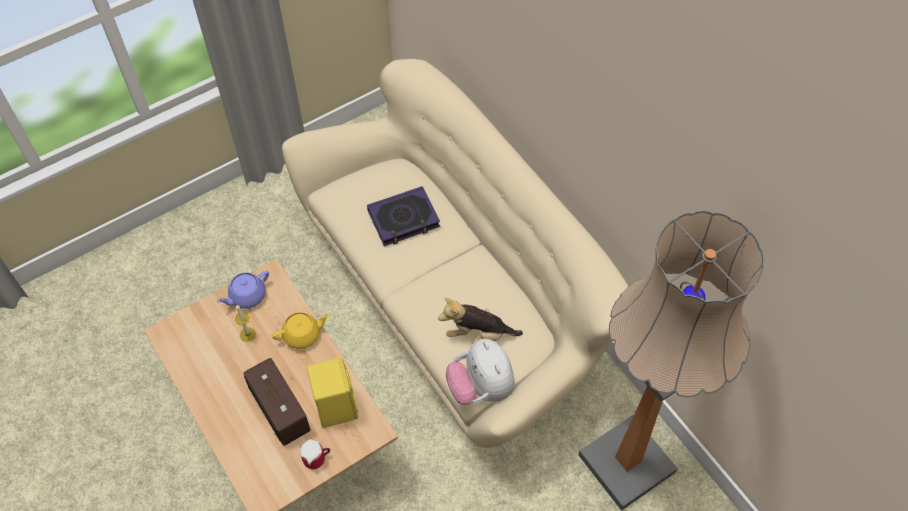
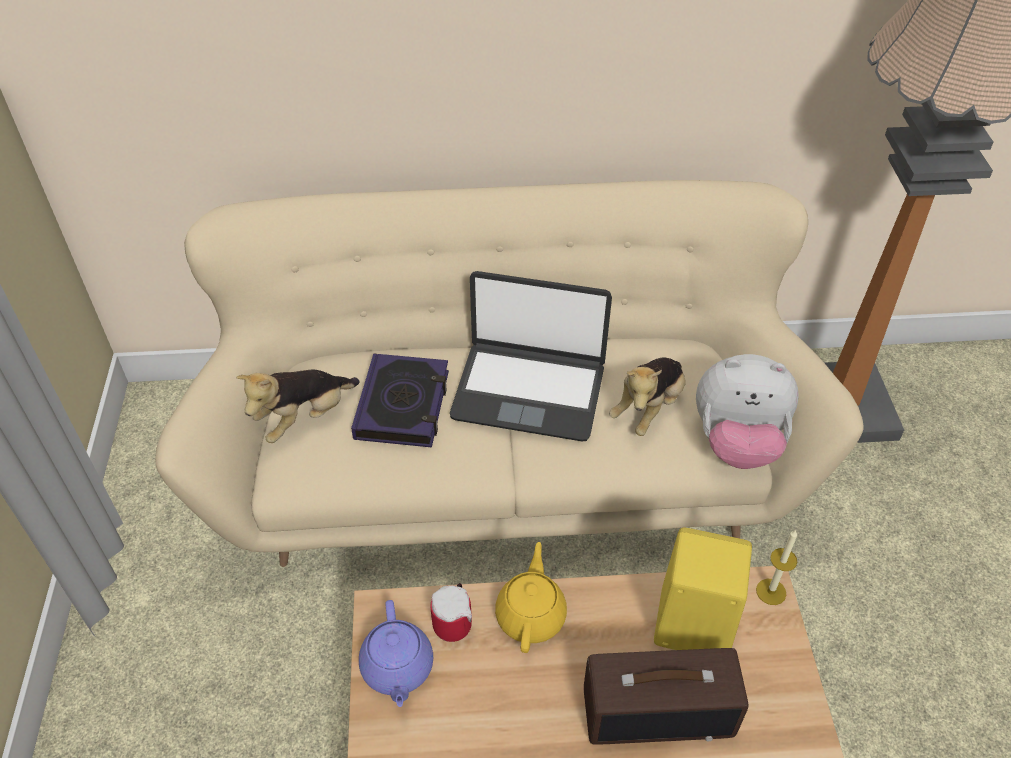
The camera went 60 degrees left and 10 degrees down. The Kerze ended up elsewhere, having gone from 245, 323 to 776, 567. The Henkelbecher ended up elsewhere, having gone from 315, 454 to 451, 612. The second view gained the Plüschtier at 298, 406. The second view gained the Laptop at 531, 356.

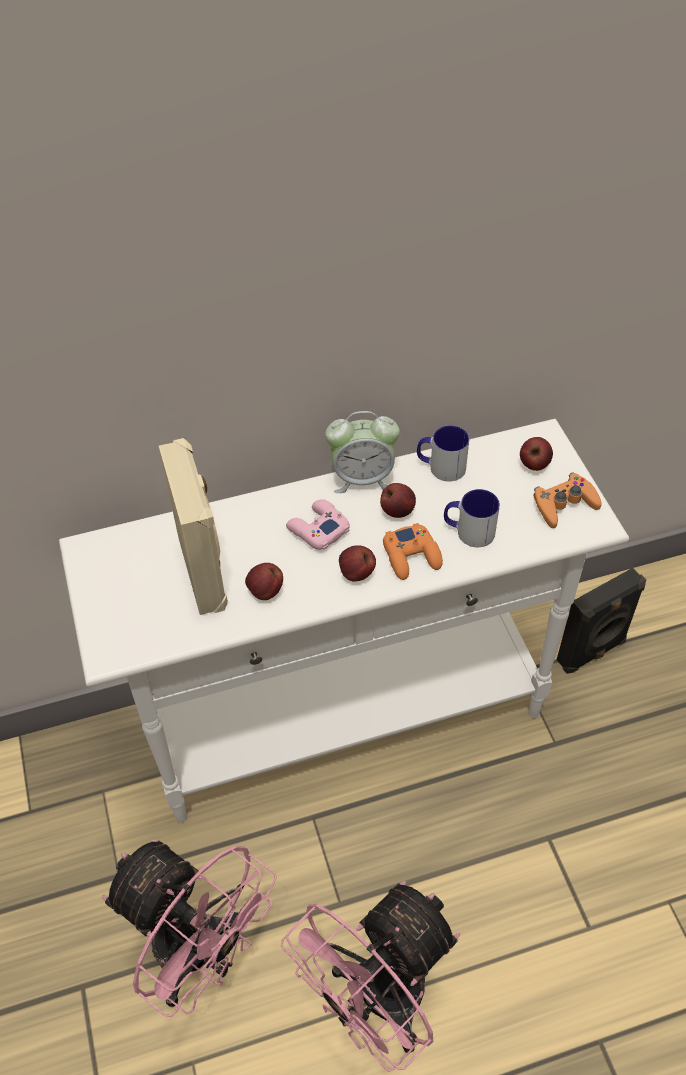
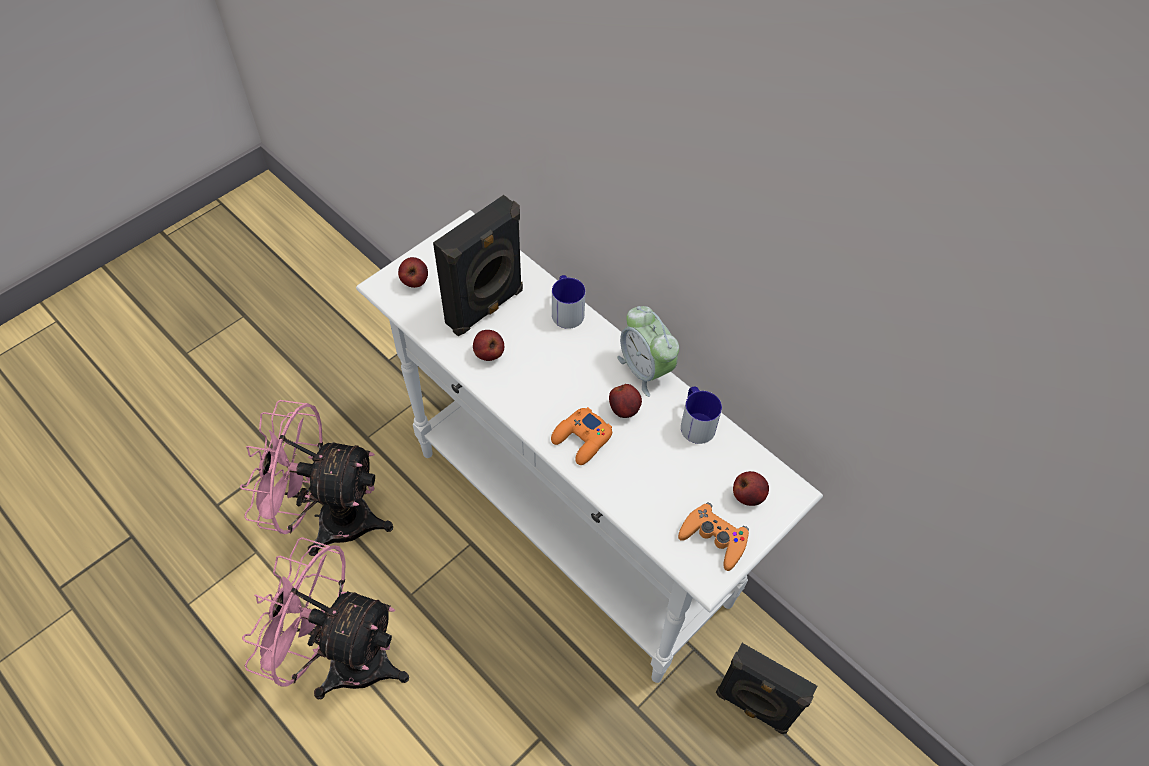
The camera went 60 degrees right and 5 degrees up. The Ventilator (rosa) at 189, 928 ended up facing another way, 90 degrees clockwise from before. What was the Lautsprecher (beige) at 193, 526 turned into the Lautsprecher (schwarz) at 478, 265. The second view lost the Gamepad (rosa) at 318, 524. The Apfel ended up elsewhere, having gone from 357, 563 to 413, 272. The Henkelbecher ended up elsewhere, having gone from 472, 518 to 569, 302.

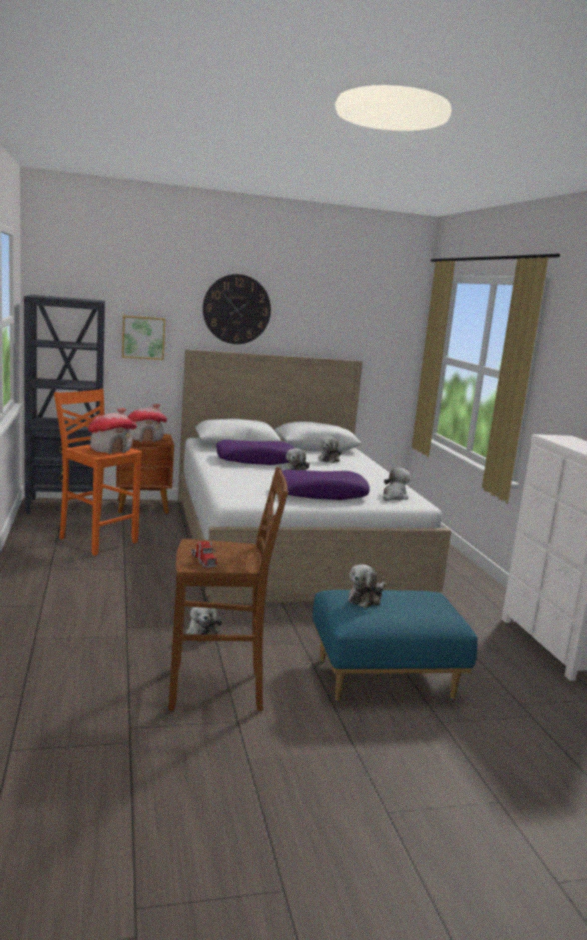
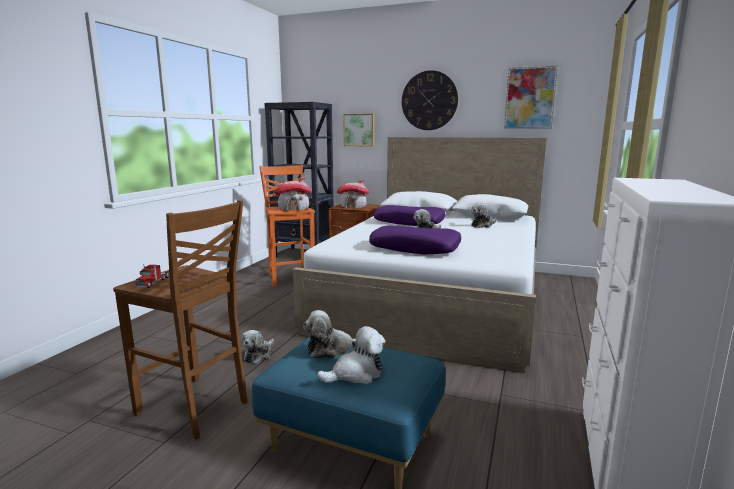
The camera went 35 degrees right and 0 degrees up. The Plüschtier ended up elsewhere, having gone from 397, 484 to 351, 355. The second view gained the Bild at 531, 96.

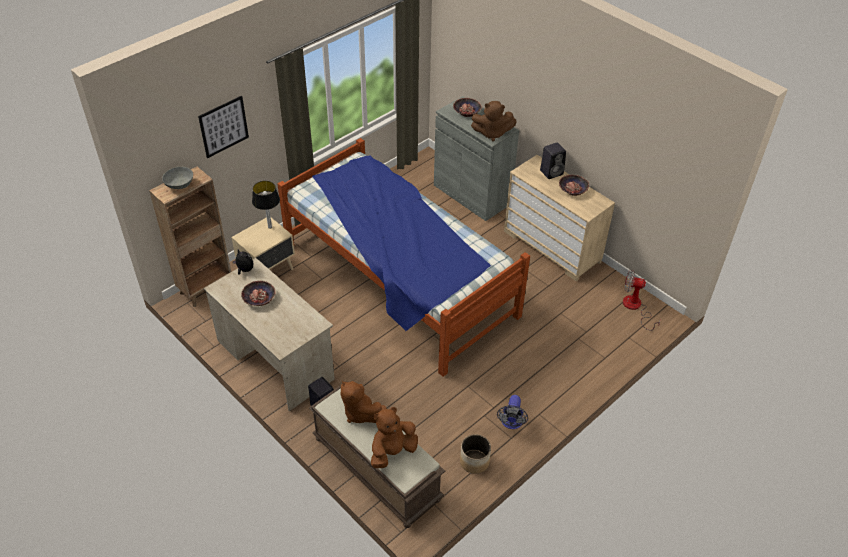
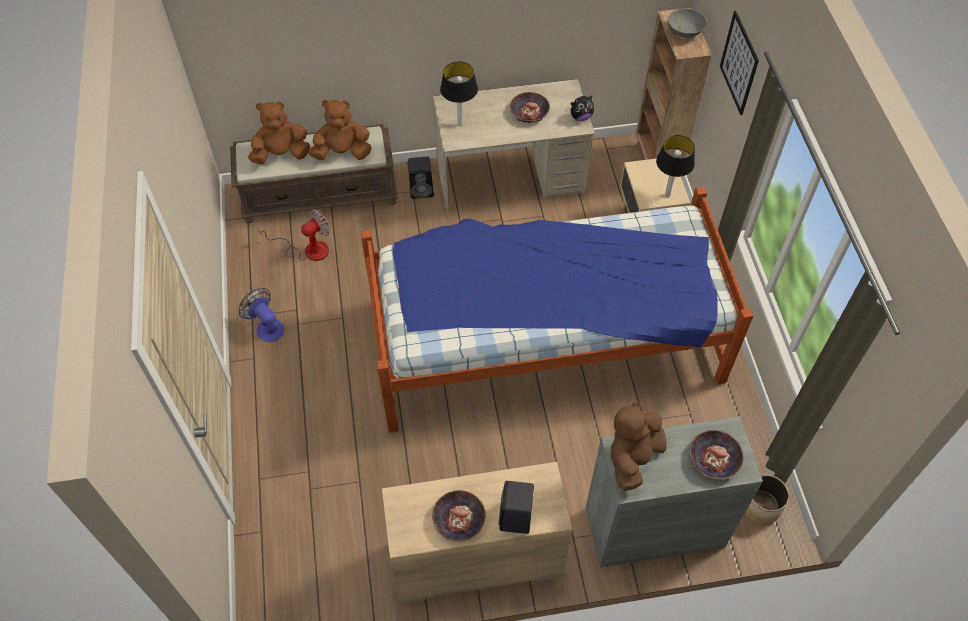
The camera went 125 degrees right and 10 degrees up. The Plüschtier (braun) at 394, 437 ended up facing another way, 105 degrees counterclockwise from before. The Pflanzkübel ended up elsewhere, having gone from 475, 454 to 767, 500. The Ventilator ended up elsewhere, having gone from 641, 300 to 293, 235. The second view gained the Tischlampe at 459, 94.

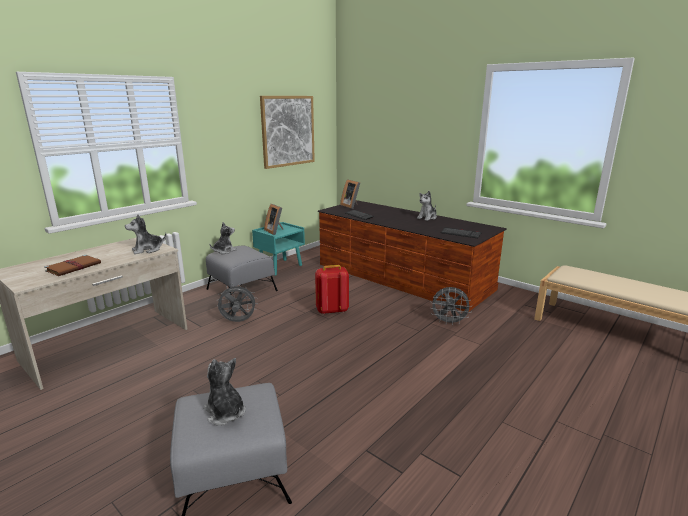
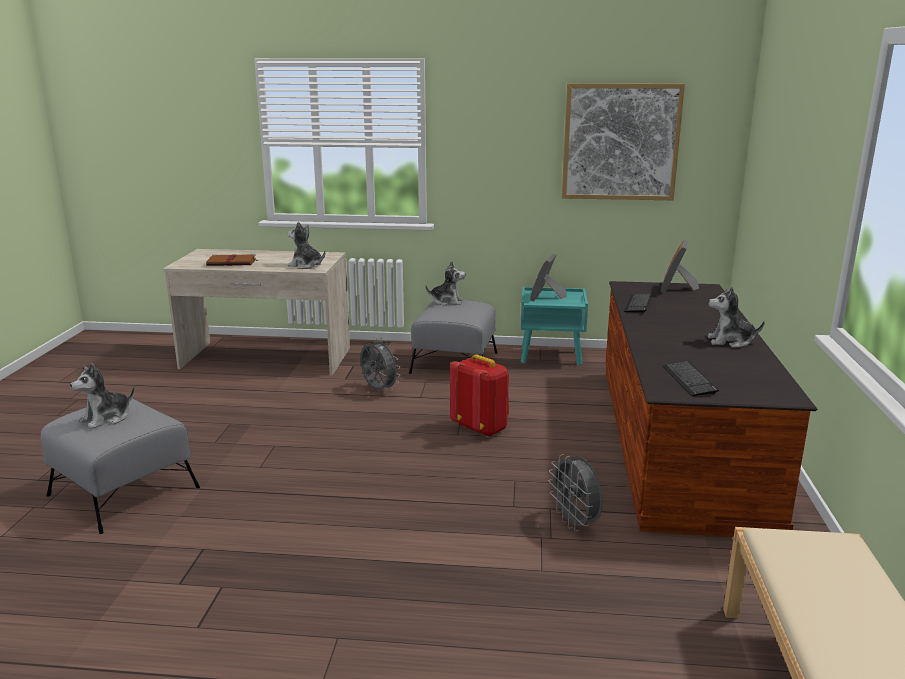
The camera went 55 degrees right and 0 degrees up. The Plüschtier at 225, 392 ended up facing another way, 150 degrees counterclockwise from before.

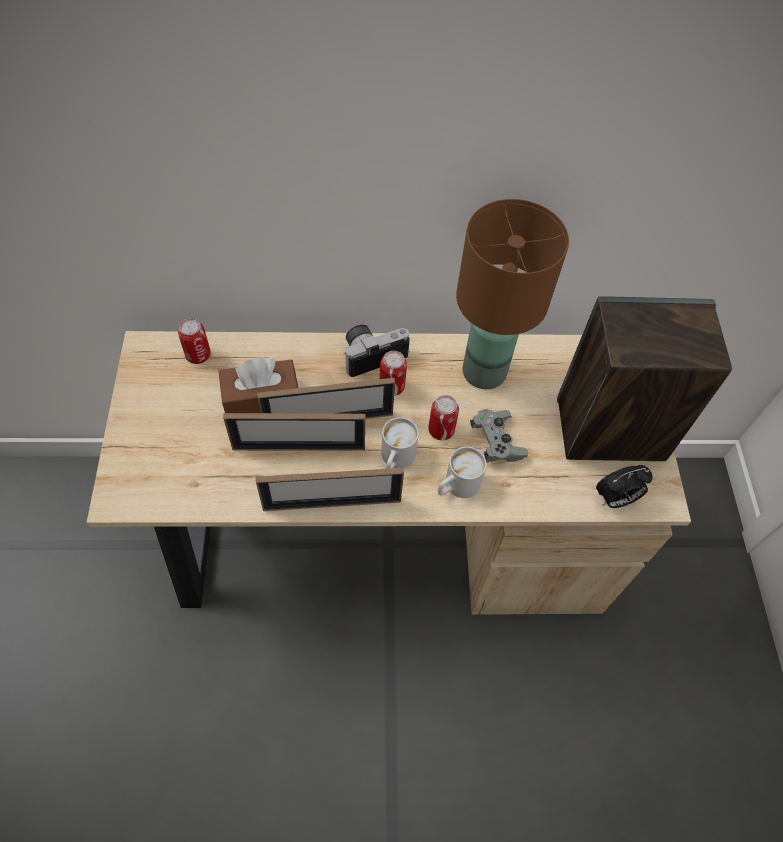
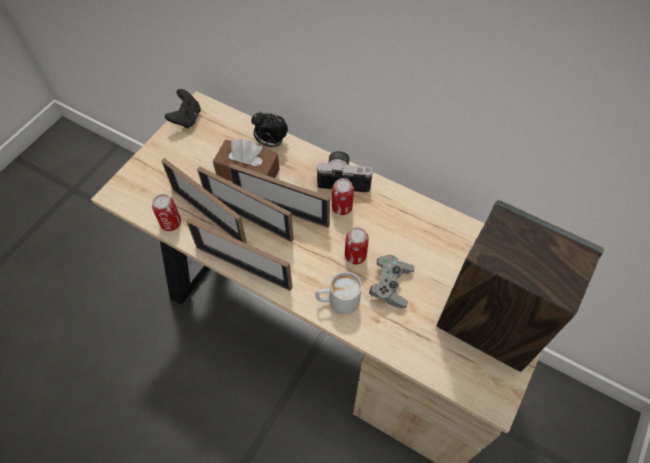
The camera went 35 degrees right and 0 degrees up. The Dose ended up elsewhere, having gone from 194, 341 to 166, 212. The second view lost the Henkelbecher (weiß) at 400, 443. The second view lost the Tischlampe (braun) at 512, 294. The Wecker ended up elsewhere, having gone from 624, 486 to 269, 129. The second view gained the Bilderrahmen at 204, 201. The second view gained the Gamepad (schwarz) at 183, 108.

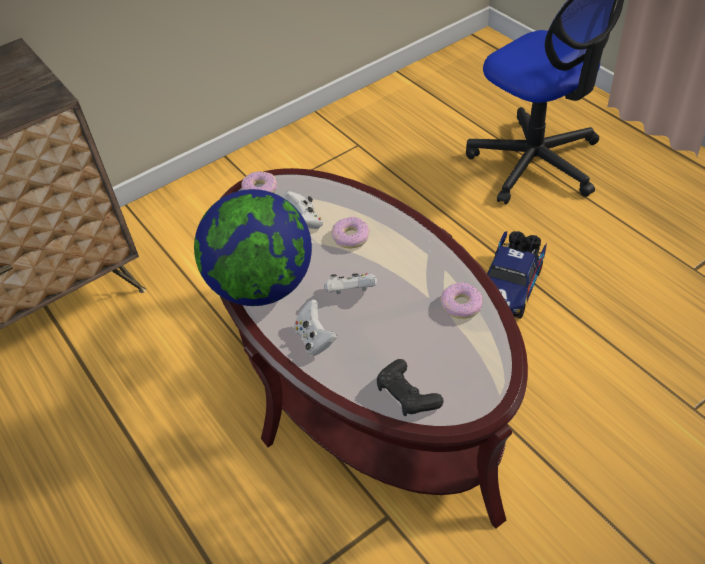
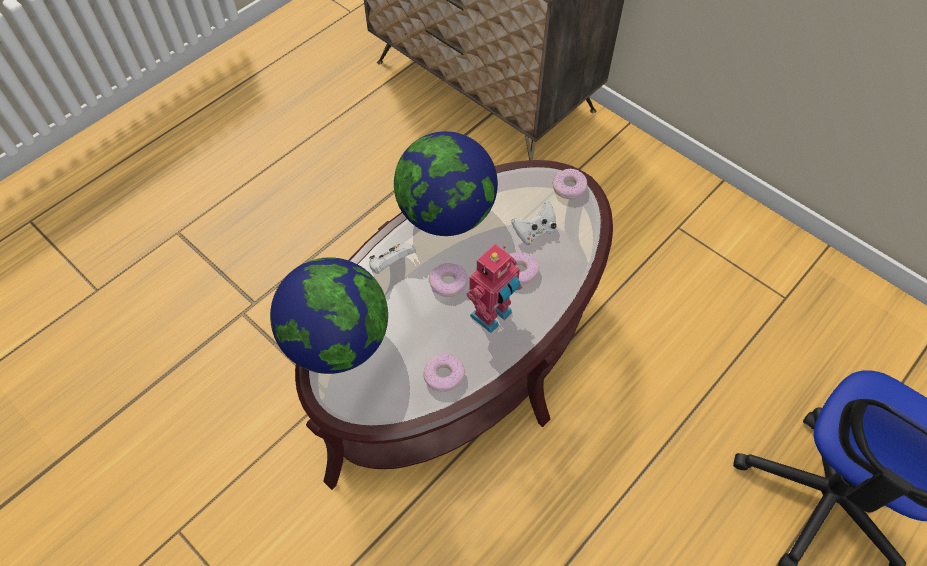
The camera went 75 degrees right and 10 degrees up. Where the Gamepad (weiß) stood at 350, 283, the Donut came to stand at 448, 280. Where the Gamepad (schwarz) stood at 410, 387, the Globus came to stand at 329, 315. The second view lost the Spielzeuglaster at 517, 275. The second view gained the Spielzeugroboter at 494, 288.

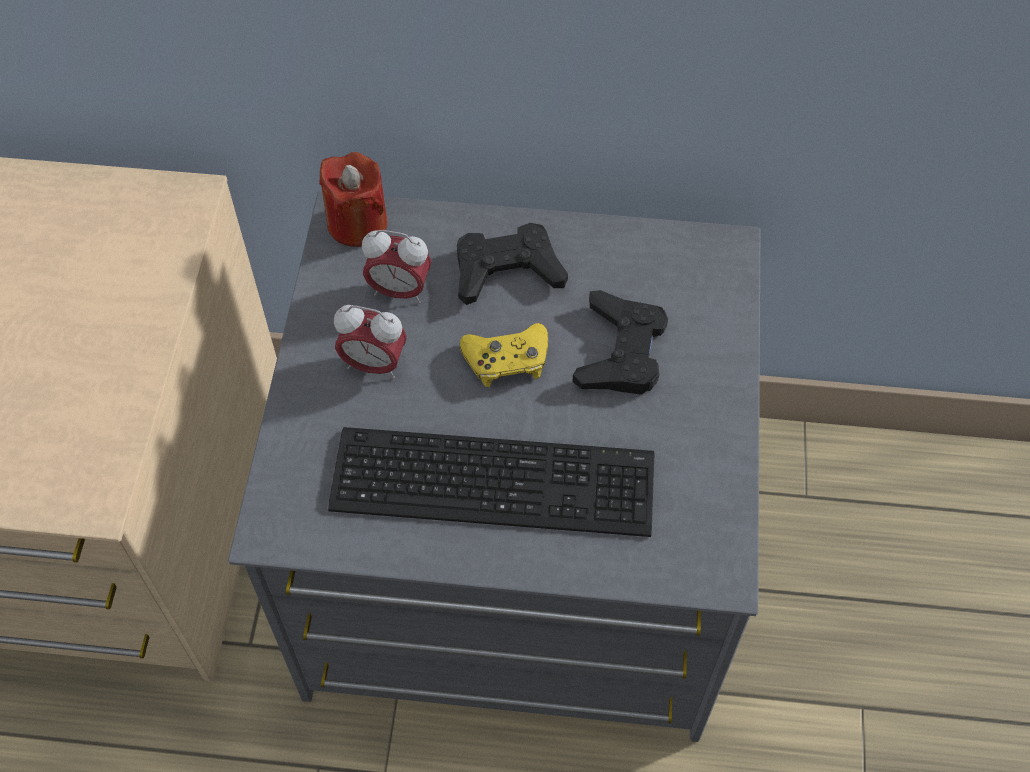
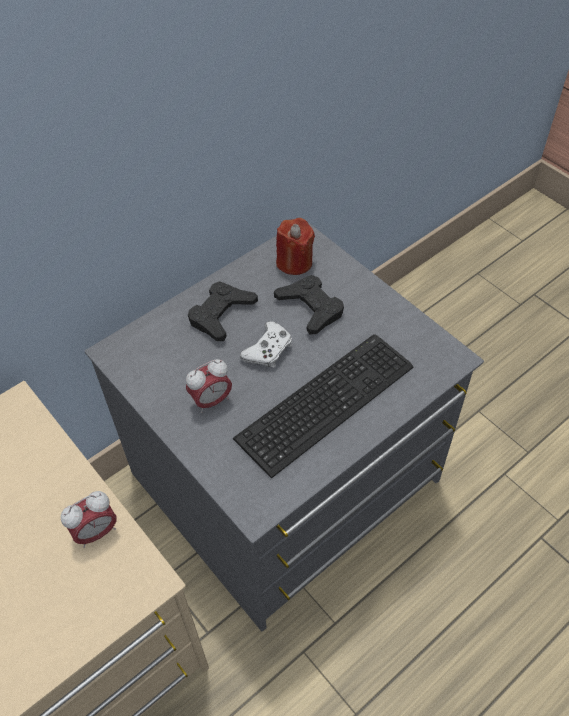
The camera went 45 degrees left and 5 degrees down. The Kerze (rot) ended up elsewhere, having gone from 353, 199 to 295, 246. The Wecker ended up elsewhere, having gone from 396, 266 to 89, 519. What was the Gamepad (gelb) at 504, 355 turned into the Gamepad (weiß) at 266, 344.

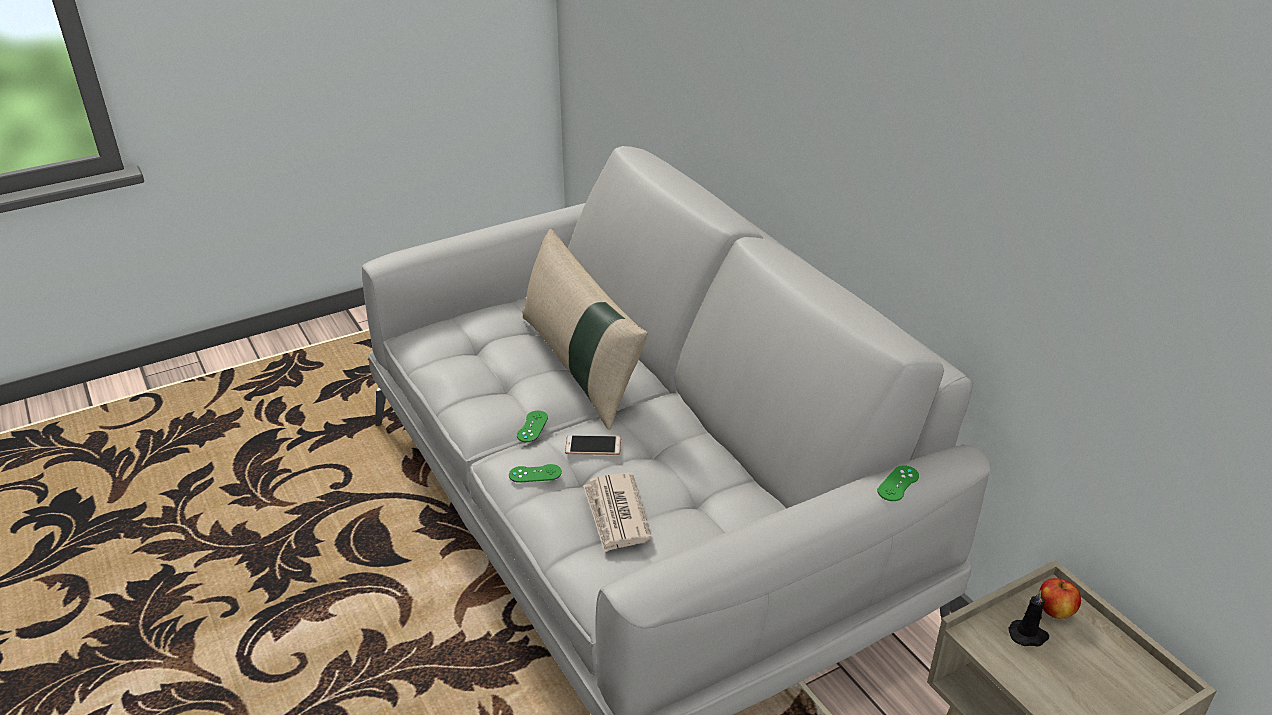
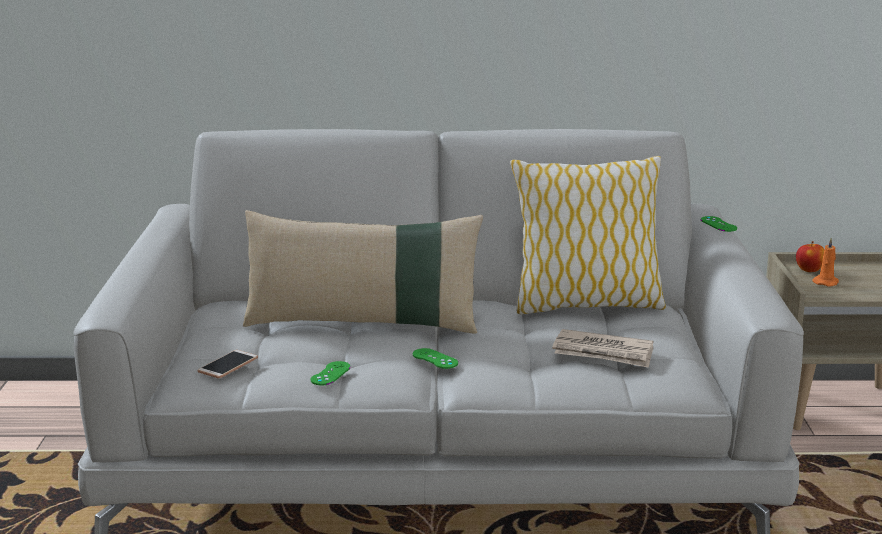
The camera went 60 degrees left and 15 degrees down. The Gamepad (grün) ended up elsewhere, having gone from 535, 473 to 330, 373. The Handy ended up elsewhere, having gone from 593, 445 to 227, 364. What was the Kerze (schwarz) at 1028, 618 turned into the Kerze (orange) at 825, 262. The second view gained the Kissen at 588, 235.

